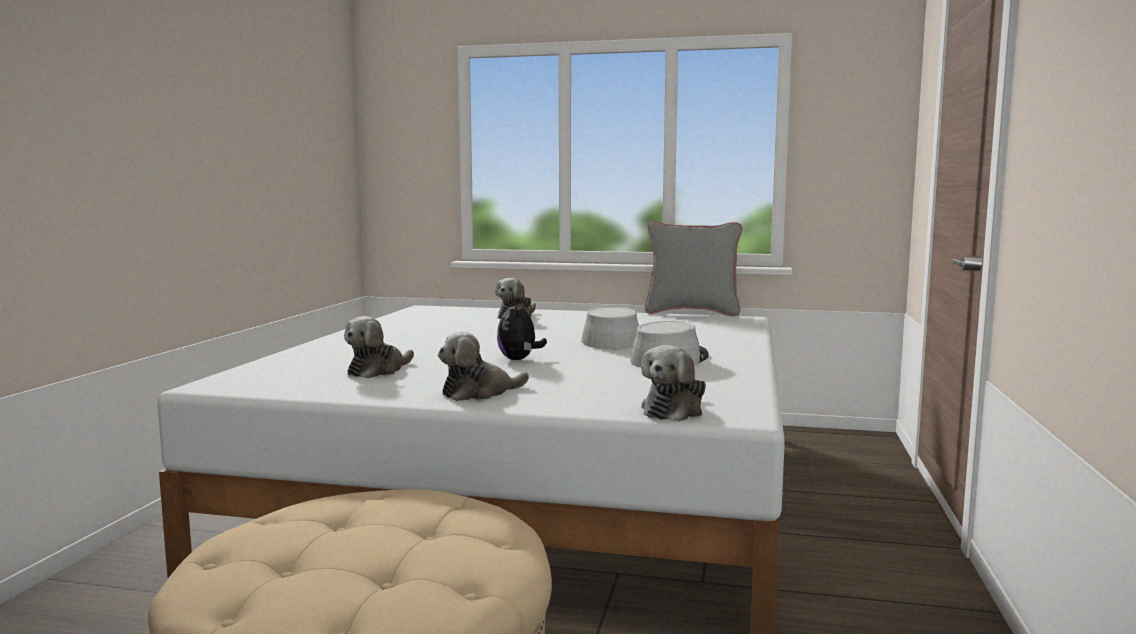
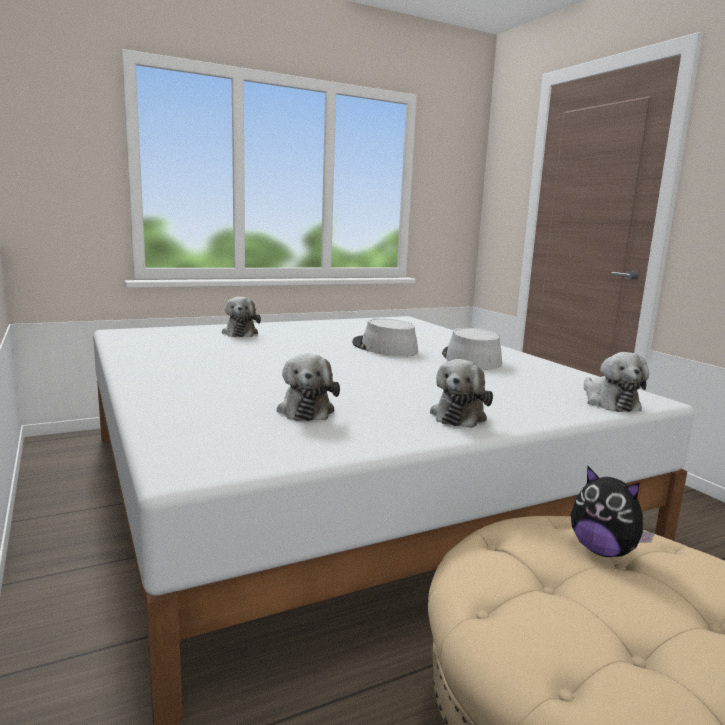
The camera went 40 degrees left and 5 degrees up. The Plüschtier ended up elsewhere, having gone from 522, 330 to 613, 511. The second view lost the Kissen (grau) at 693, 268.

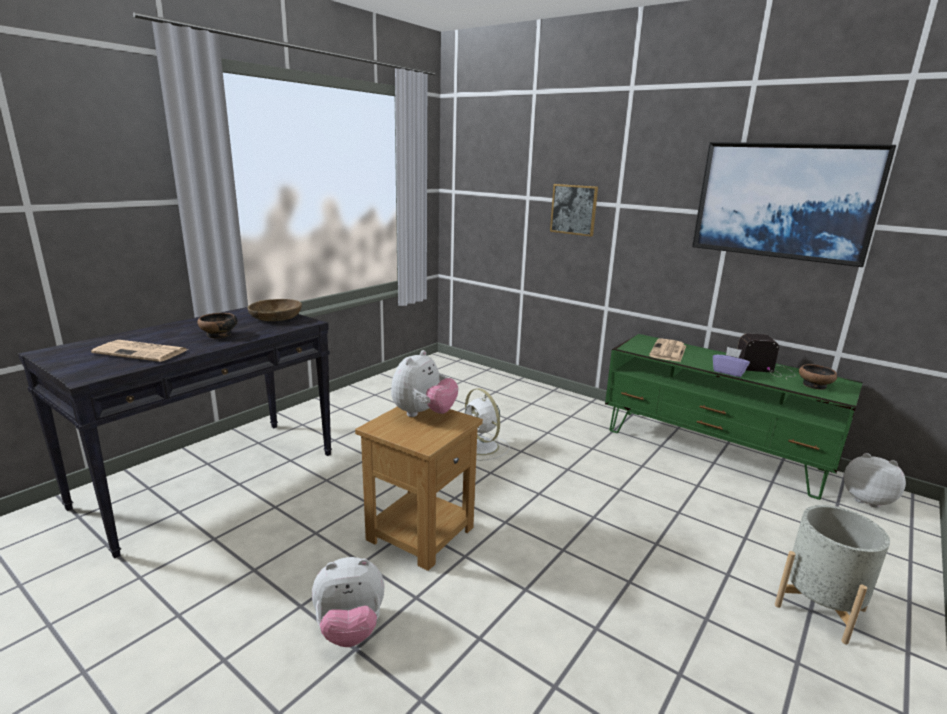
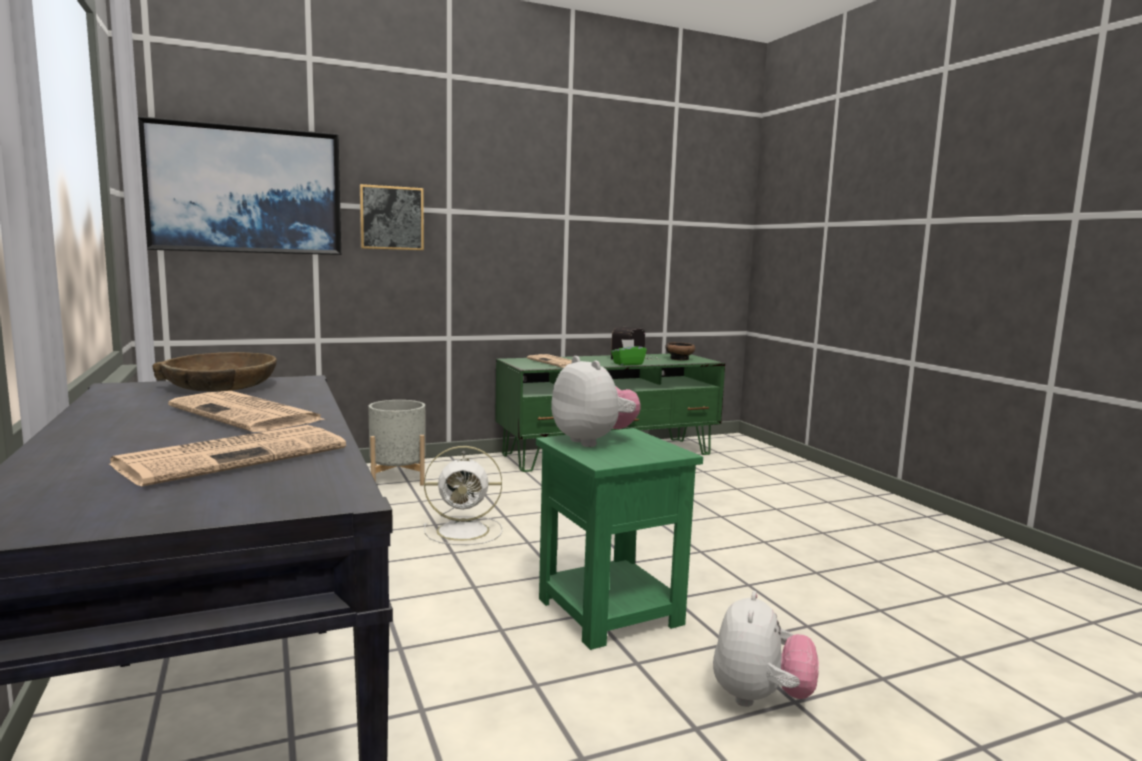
The camera went 60 degrees left and 10 degrees down. Where the Schüssel stood at 217, 326, the Zeitung came to stand at 247, 411. What was the Beistelltisch (braun) at 419, 489 turned into the Beistelltisch (grün) at 619, 539. The Bild ended up elsewhere, having gone from 794, 204 to 239, 185. What was the Taschentuchbox (lila) at 731, 362 turned into the Taschentuchbox (grün) at 629, 352. The Pflanzkübel (grau) ended up elsewhere, having gone from 832, 574 to 397, 443. The second view lost the Plüschtier at 875, 480.

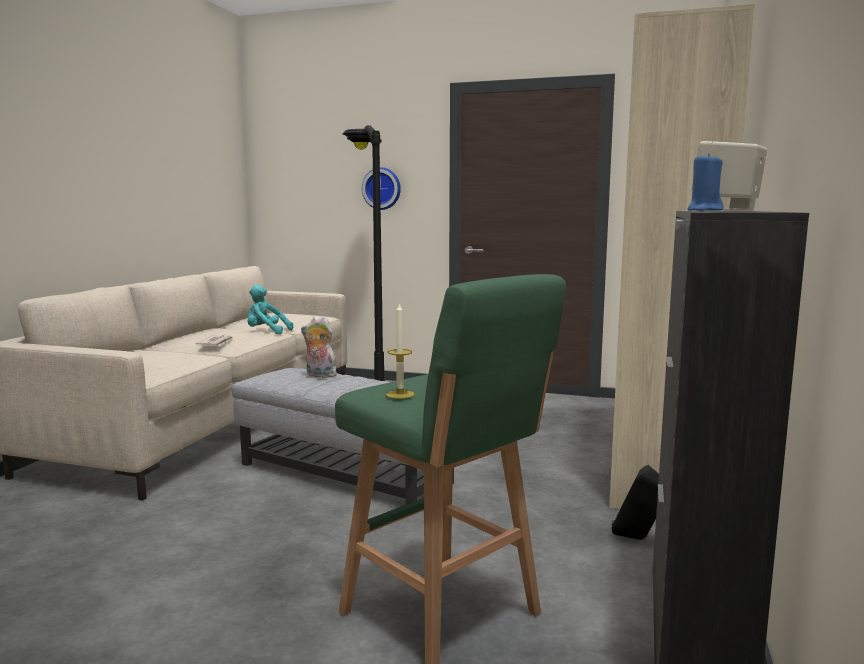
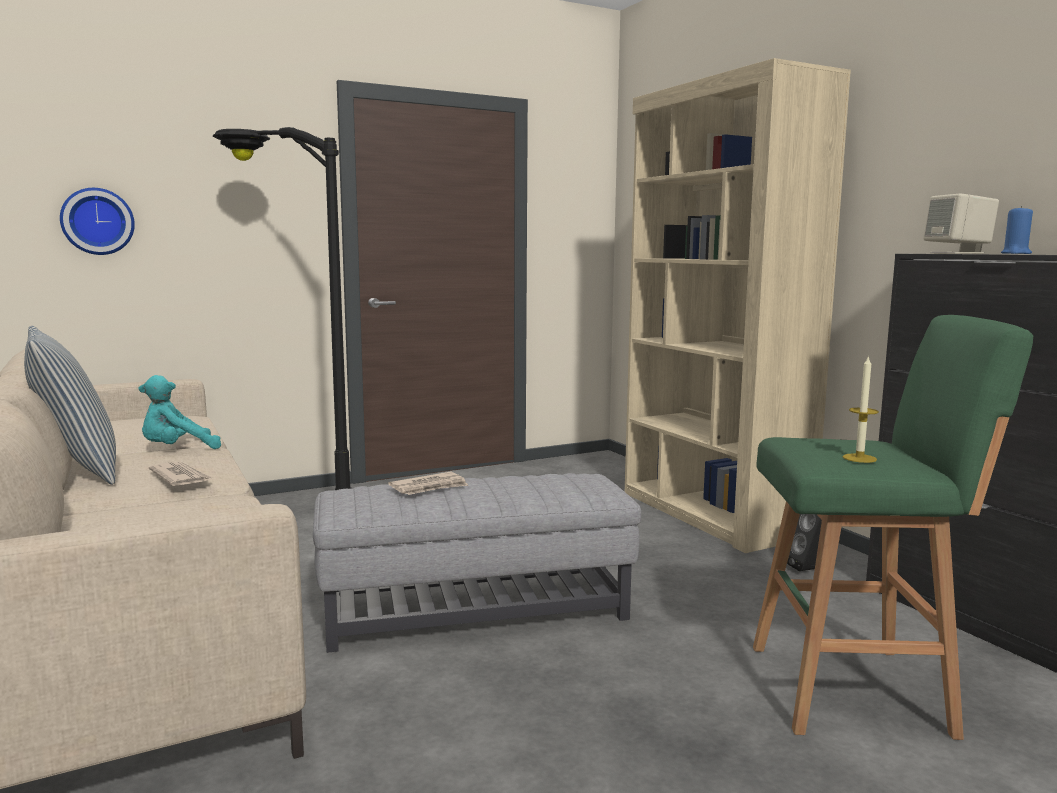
The camera went 45 degrees left and 0 degrees up. Where the Plüschtier stood at 319, 347, the Zeitung came to stand at 428, 483. The Wanduhr ended up elsewhere, having gone from 381, 188 to 97, 221. The second view gained the Kissen at 70, 405.

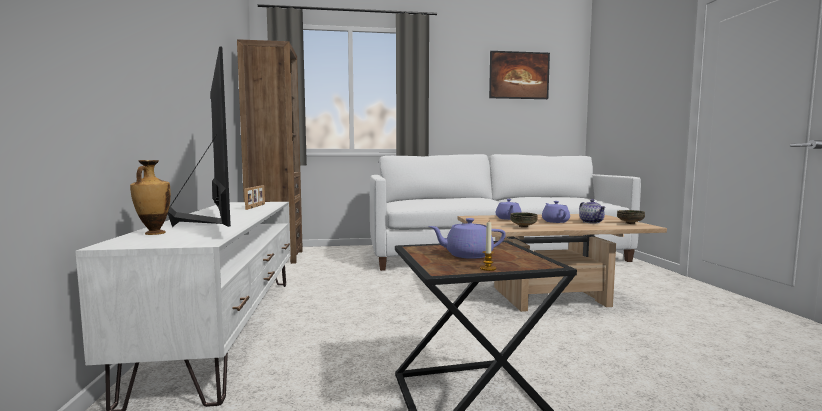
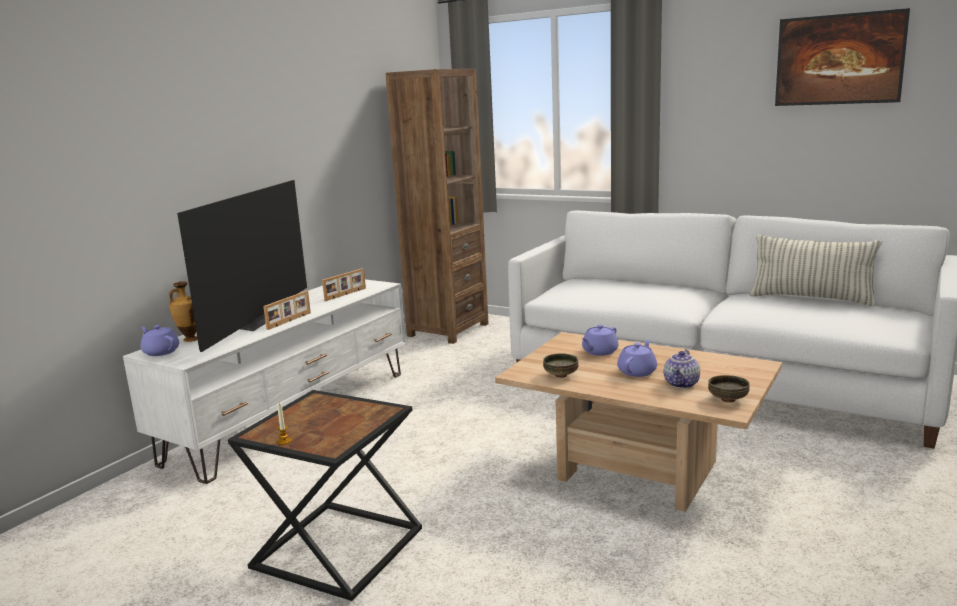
The camera went 40 degrees right and 10 degrees up. The Teekanne (lila) ended up elsewhere, having gone from 467, 238 to 160, 340. The second view gained the Bilderrahmen at 287, 310. The second view gained the Kissen at 815, 270.

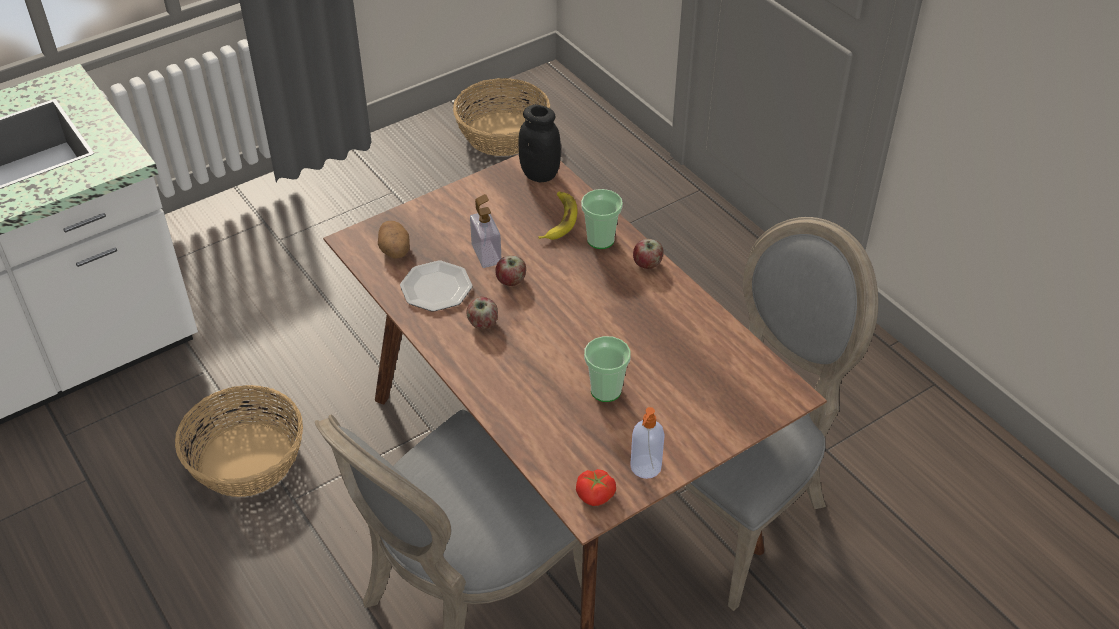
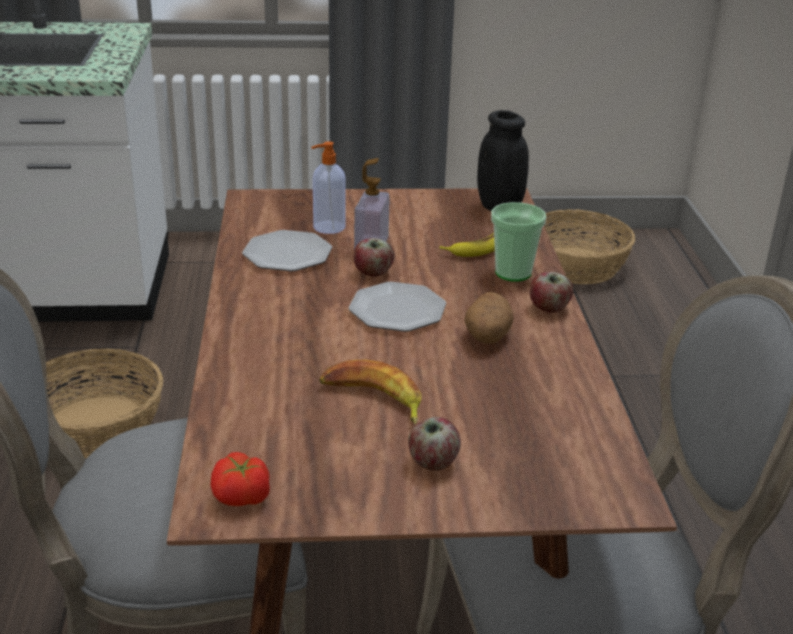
The camera went 30 degrees right and 15 degrees down. The Kartoffel ended up elsewhere, having gone from 394, 240 to 489, 318. The Apfel ended up elsewhere, having gone from 482, 313 to 434, 444. Where the Tasse stood at 607, 369, the Banane came to stand at 370, 392. The Seifenspender ended up elsewhere, having gone from 647, 443 to 328, 187. The second view gained the Teller at 397, 307.

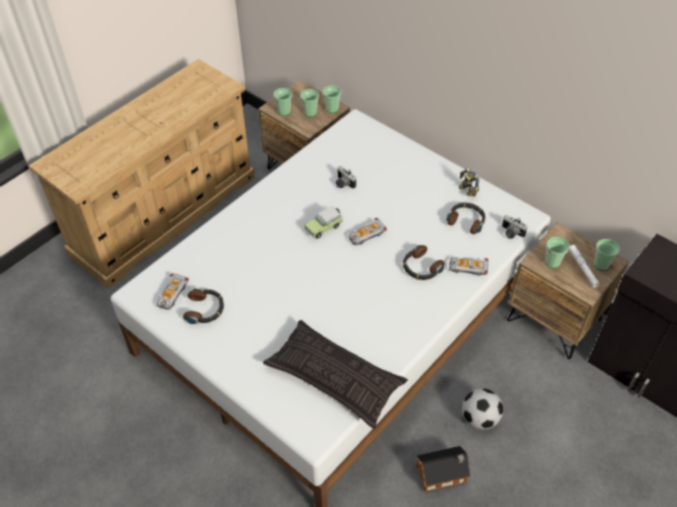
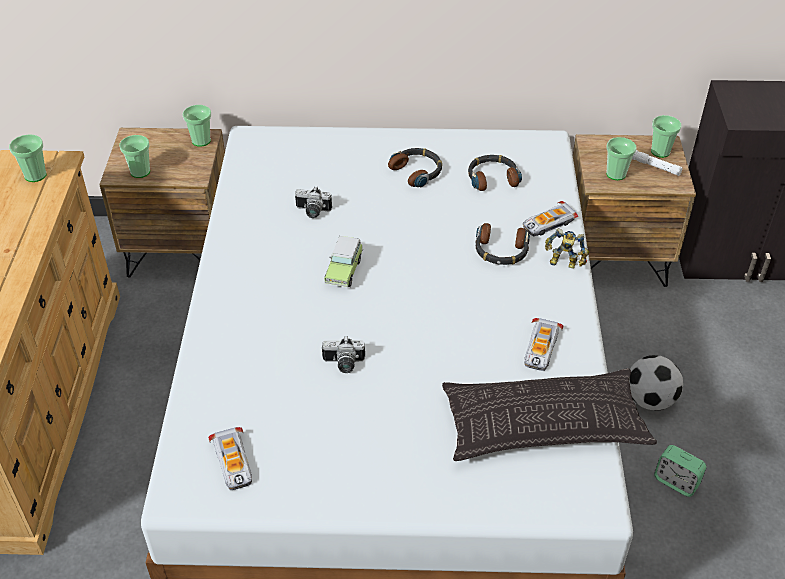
The camera went 40 degrees left and 5 degrees down. The Kopfhörer ended up elsewhere, having gone from 203, 306 to 415, 168. The Tasse ended up elsewhere, having gone from 309, 103 to 28, 158. The Spielzeugauto ended up elsewhere, having gone from 367, 231 to 544, 344. Where the Spielzeughaus stood at 443, 469, the Wecker came to stand at 680, 471. The Spielzeugroboter ended up elsewhere, having gone from 469, 182 to 567, 248. The Kamera ended up elsewhere, having gone from 515, 227 to 343, 354.

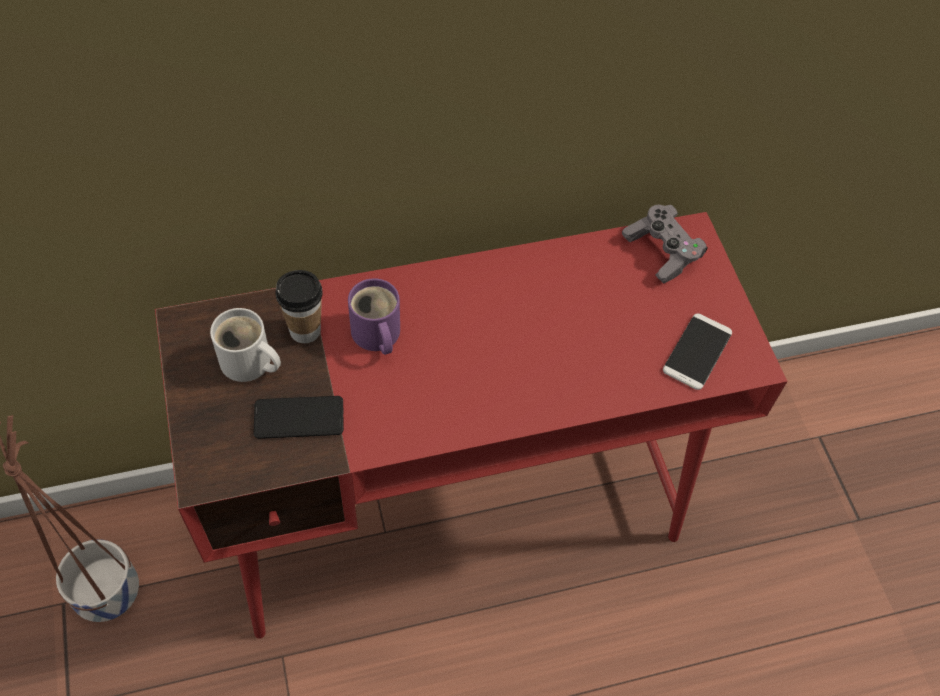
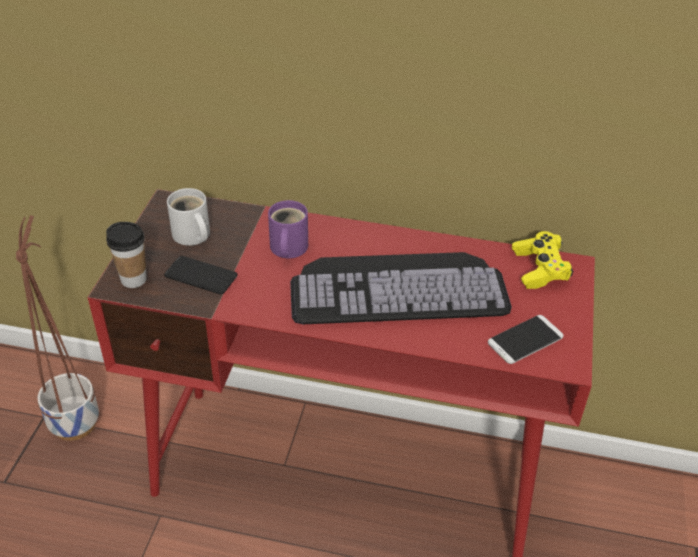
The camera went 30 degrees right and 15 degrees down. The Tasse ended up elsewhere, having gone from 299, 306 to 126, 255. What was the Gamepad (grau) at 665, 244 turned into the Gamepad (gelb) at 542, 260. The second view gained the Tastatur at 401, 288.

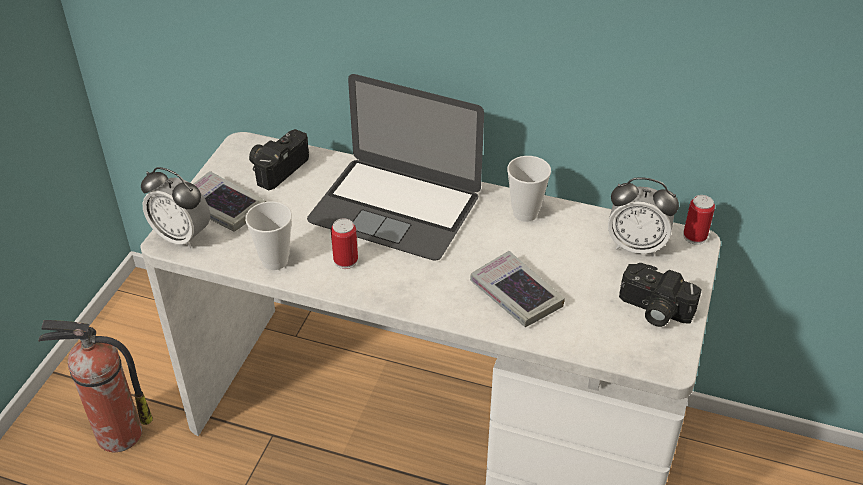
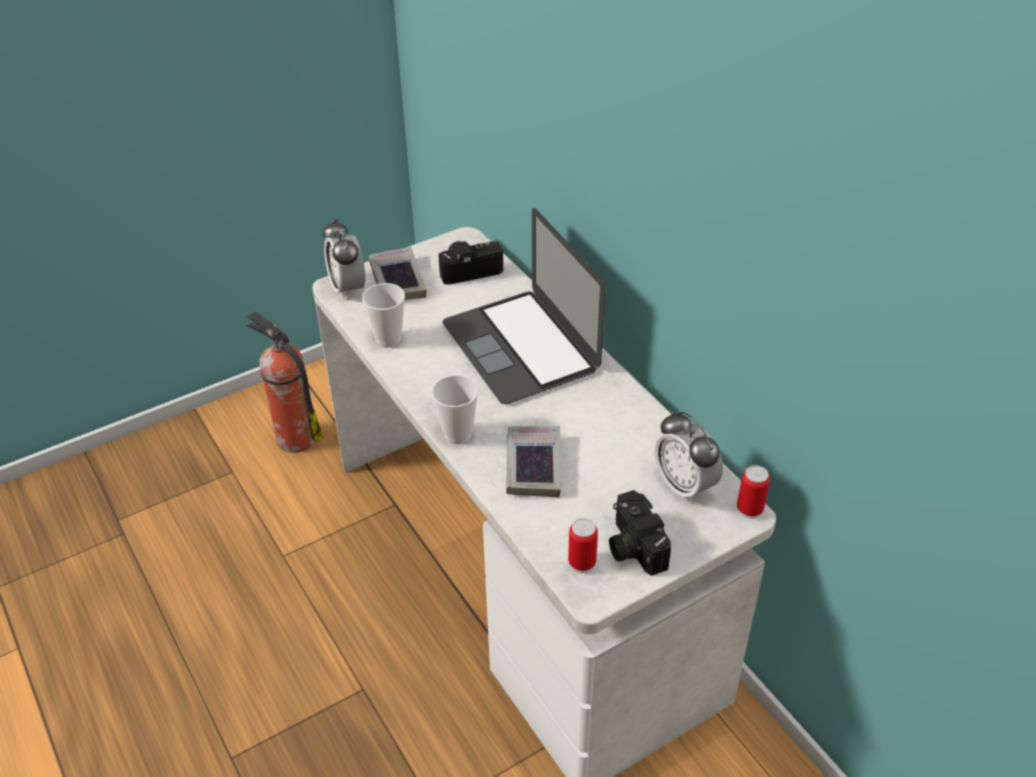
The camera went 40 degrees right and 0 degrees up. The Dose ended up elsewhere, having gone from 344, 243 to 583, 545. The Tasse ended up elsewhere, having gone from 529, 189 to 455, 409.

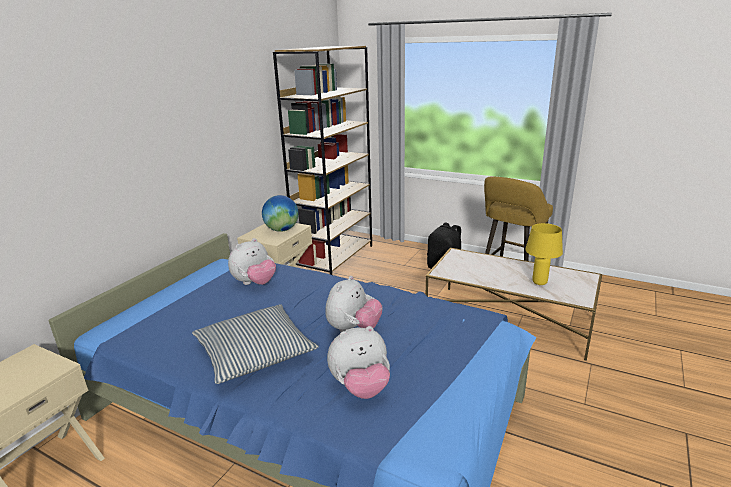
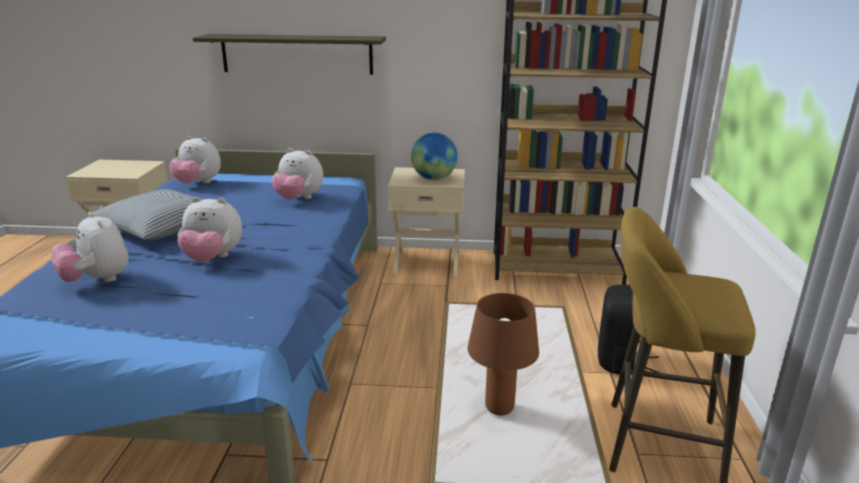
The camera went 65 degrees right and 0 degrees up. What was the Tischlampe (gelb) at 544, 254 turned into the Tischlampe (braun) at 503, 354. The second view gained the Plüschtier at 195, 160. The second view gained the Wandregal at 289, 54.

